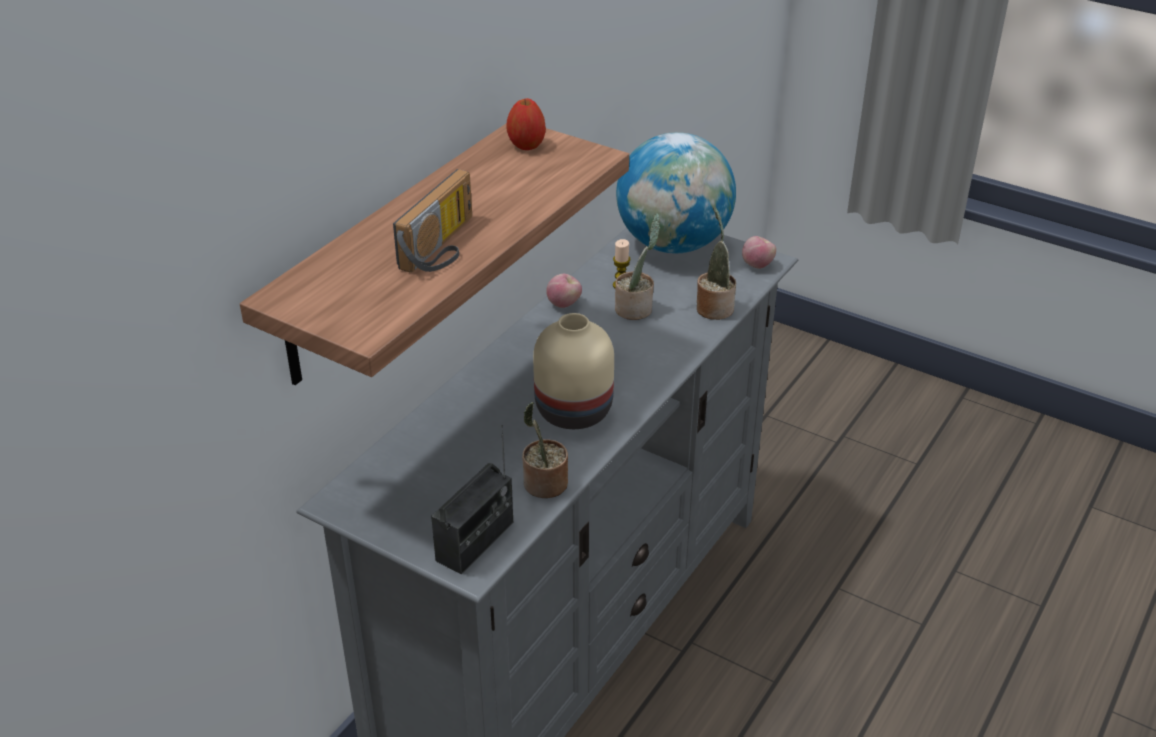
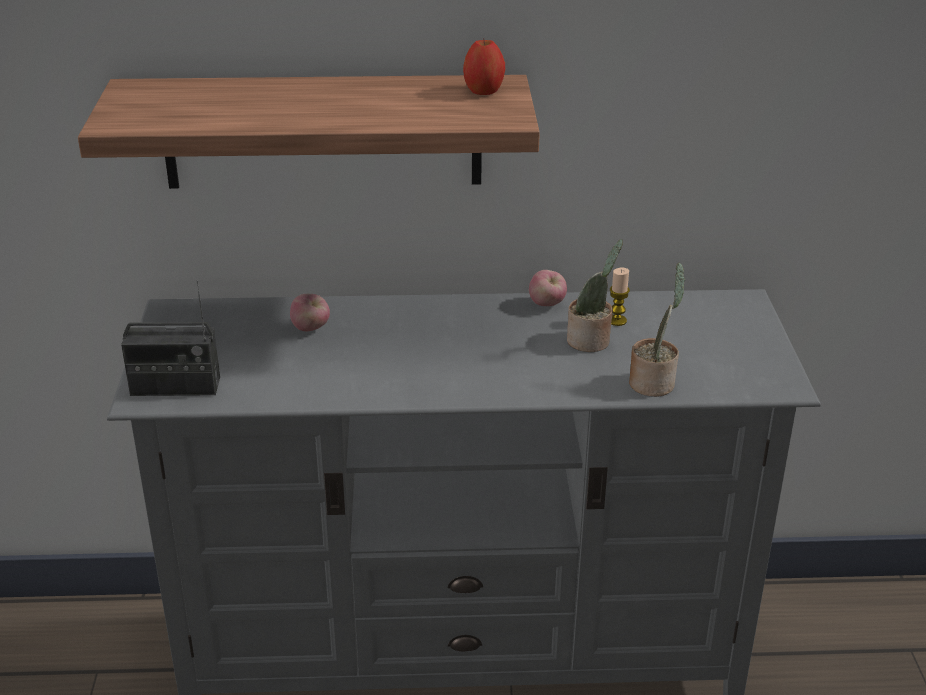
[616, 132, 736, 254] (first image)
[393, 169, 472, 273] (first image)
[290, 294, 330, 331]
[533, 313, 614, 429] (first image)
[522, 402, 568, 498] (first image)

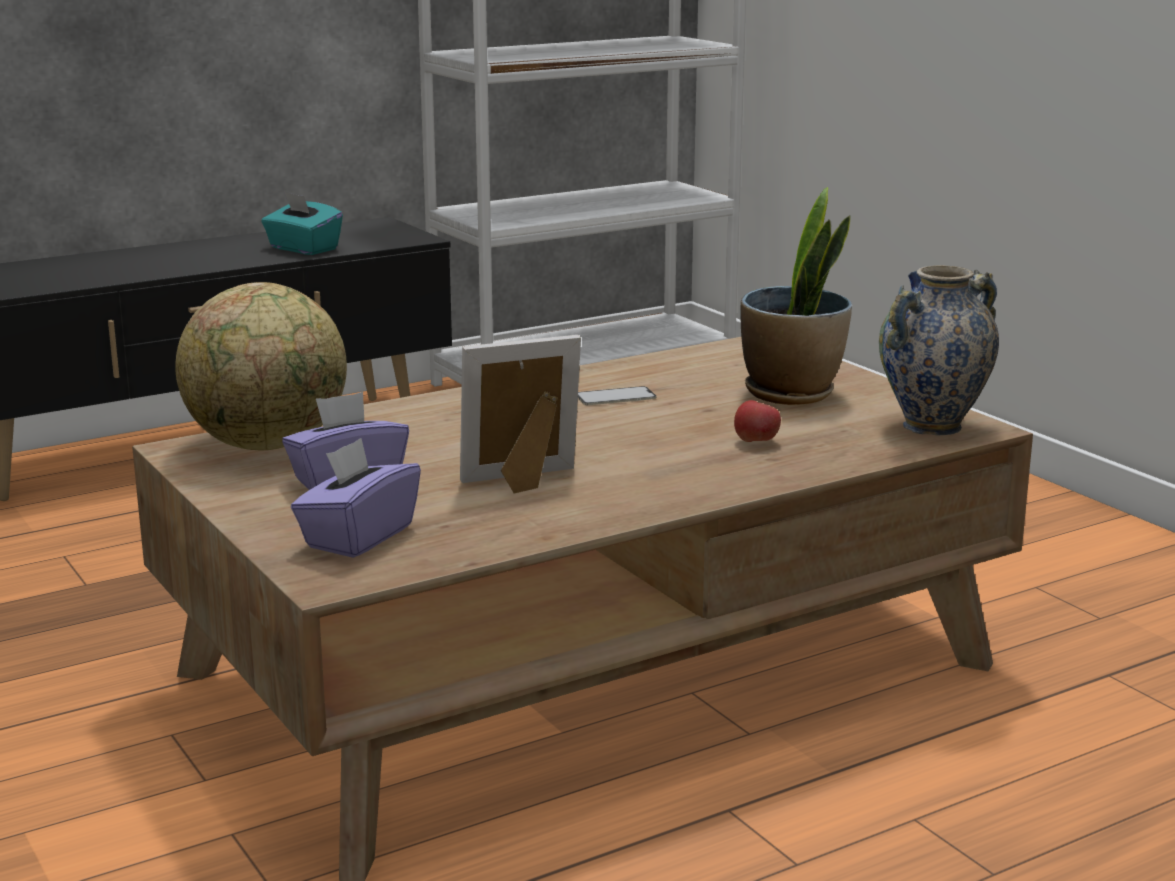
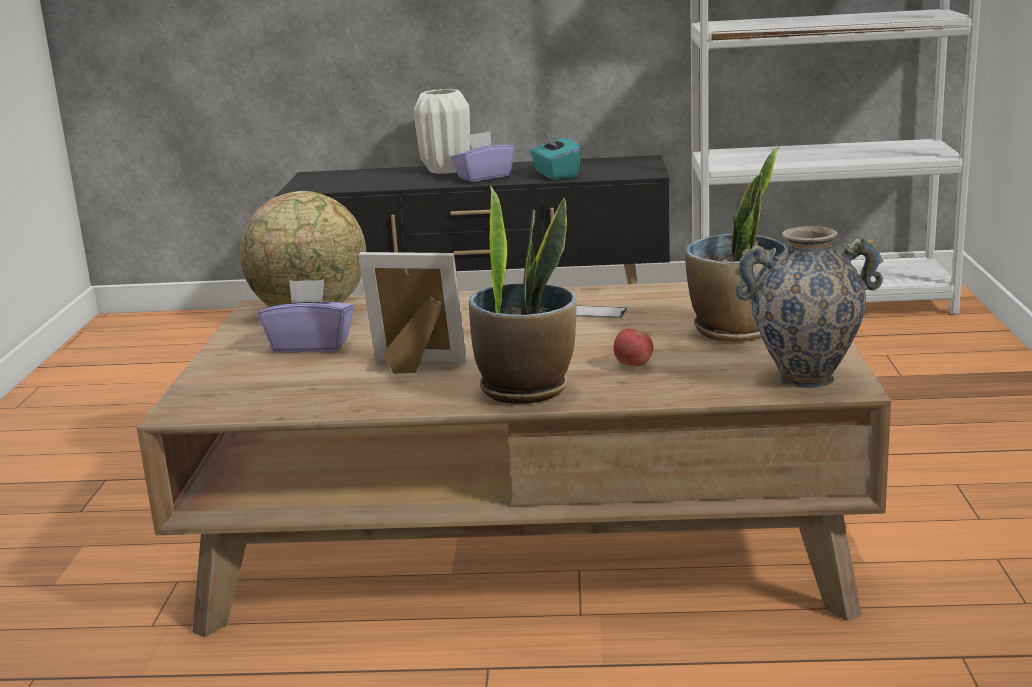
[451, 131, 515, 182]
[414, 89, 470, 174]
[469, 186, 577, 404]

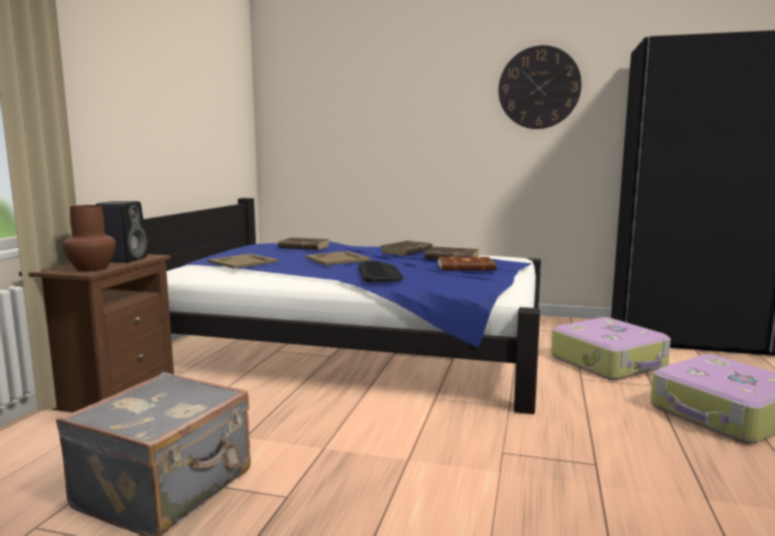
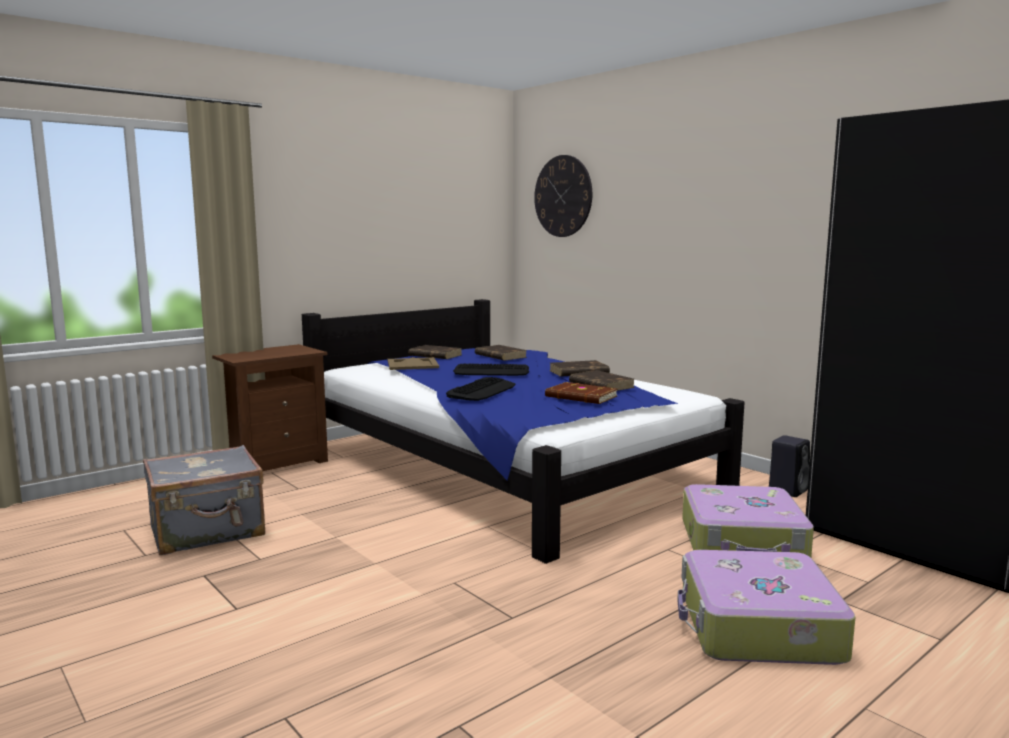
[534, 155, 592, 237]
[769, 435, 810, 497]
[63, 205, 116, 271] (first image)
[453, 364, 529, 376]
[408, 345, 462, 359]

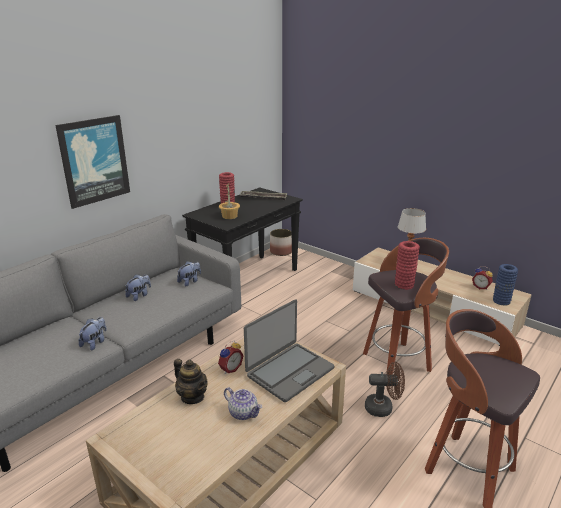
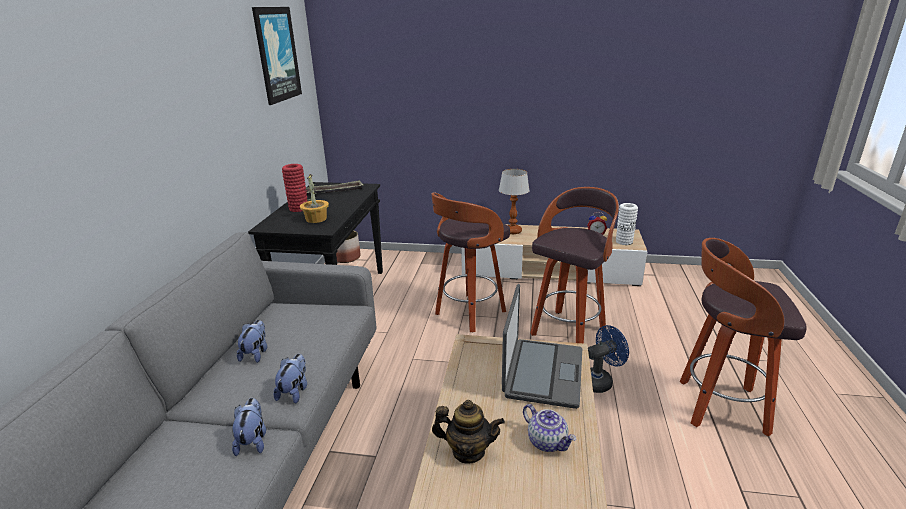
[252, 7, 302, 105]
[395, 241, 420, 290] (first image)
[274, 354, 307, 404]
[616, 203, 638, 245]
[218, 340, 243, 374] (first image)
[588, 325, 629, 393]
[523, 404, 576, 452]
[432, 192, 510, 332]

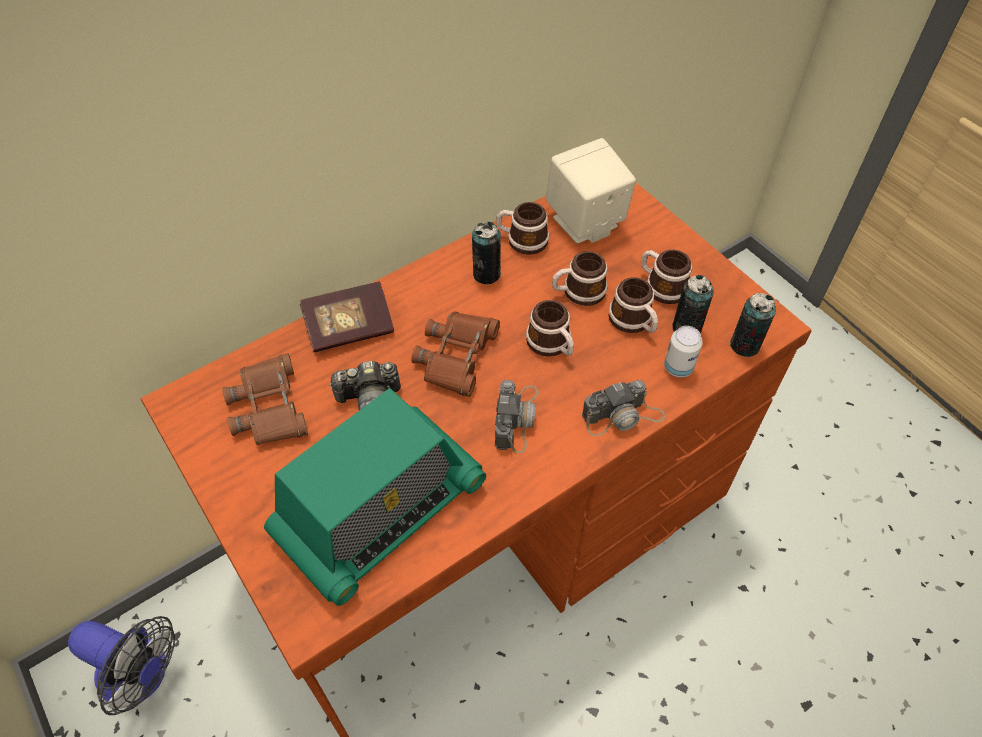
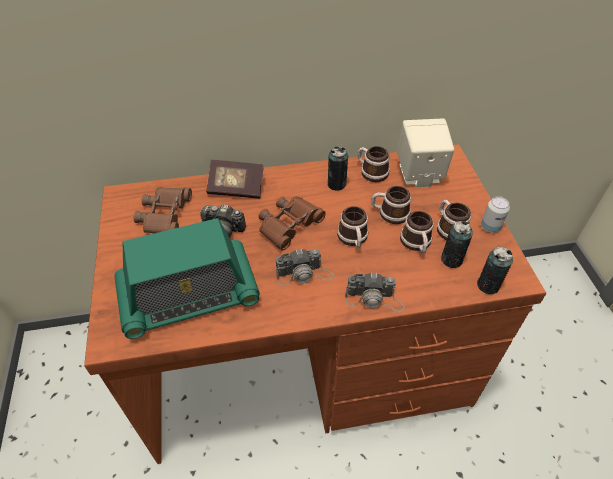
[481, 196, 510, 233]
[276, 249, 334, 285]
[68, 616, 175, 715] (first image)

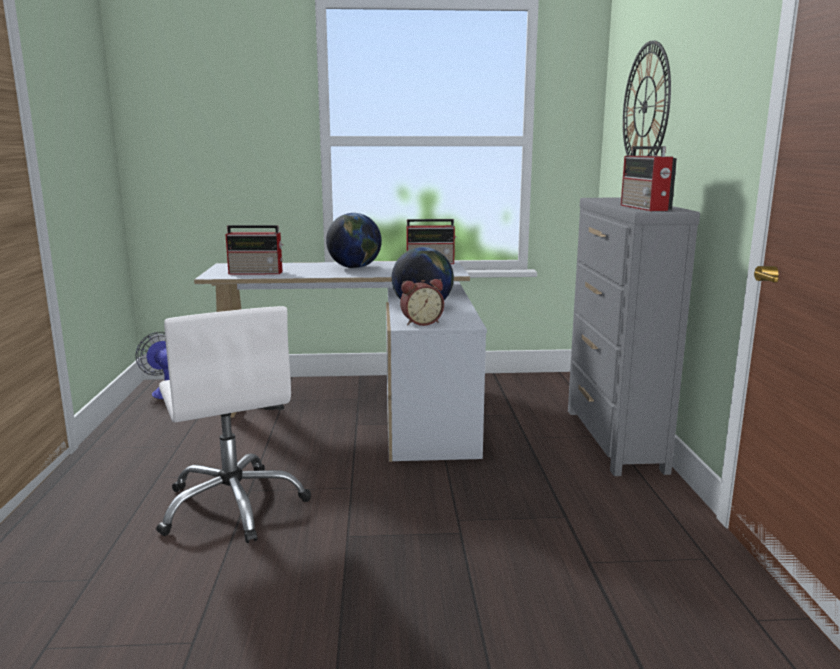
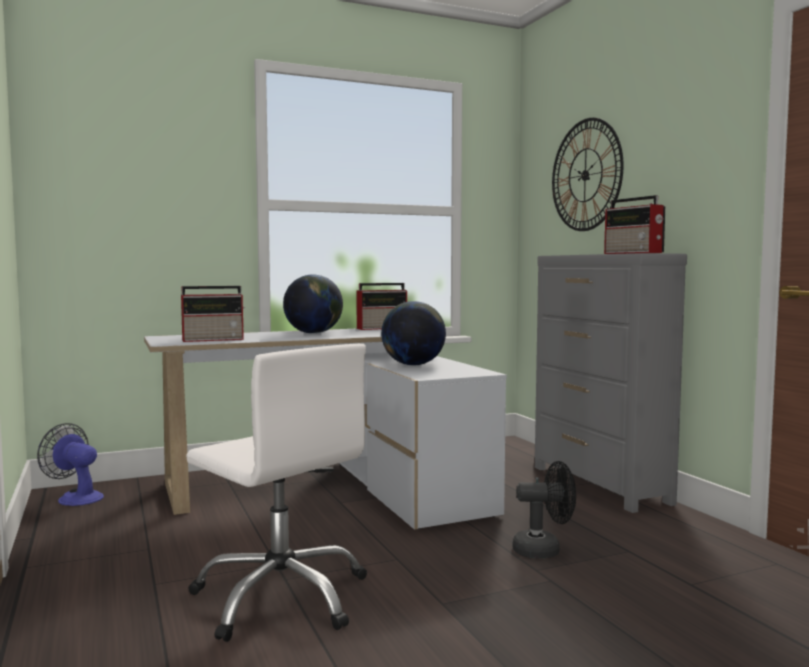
[400, 279, 444, 326] (first image)
[512, 461, 576, 558]

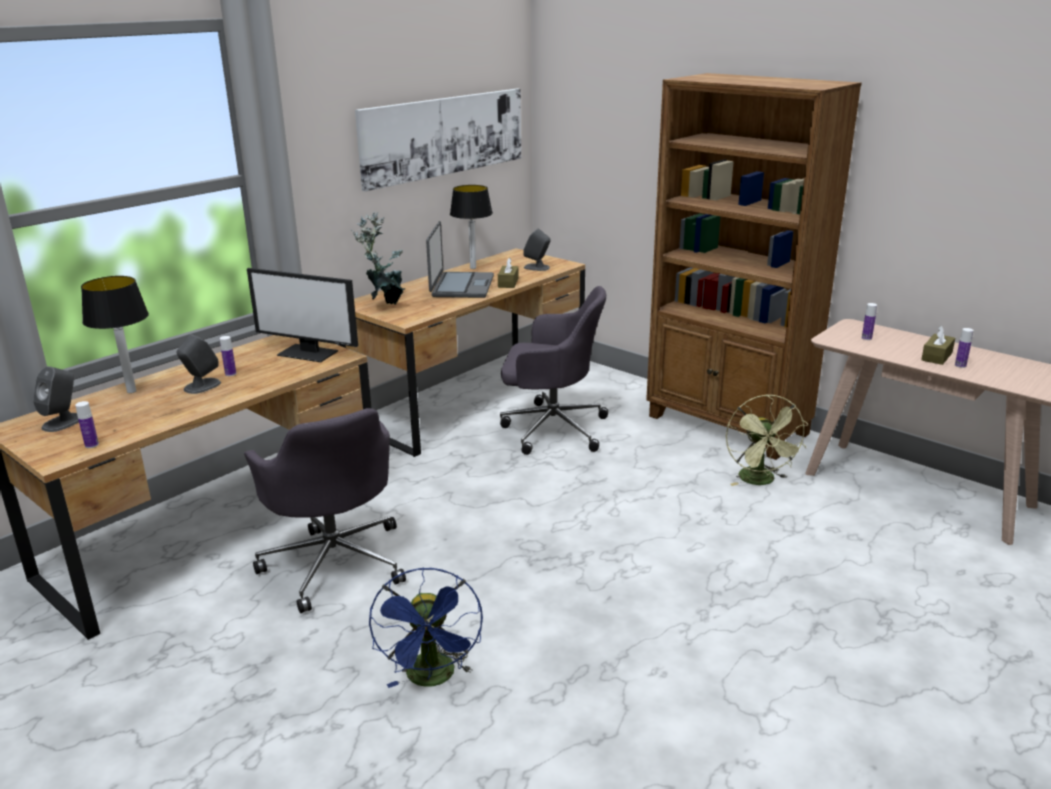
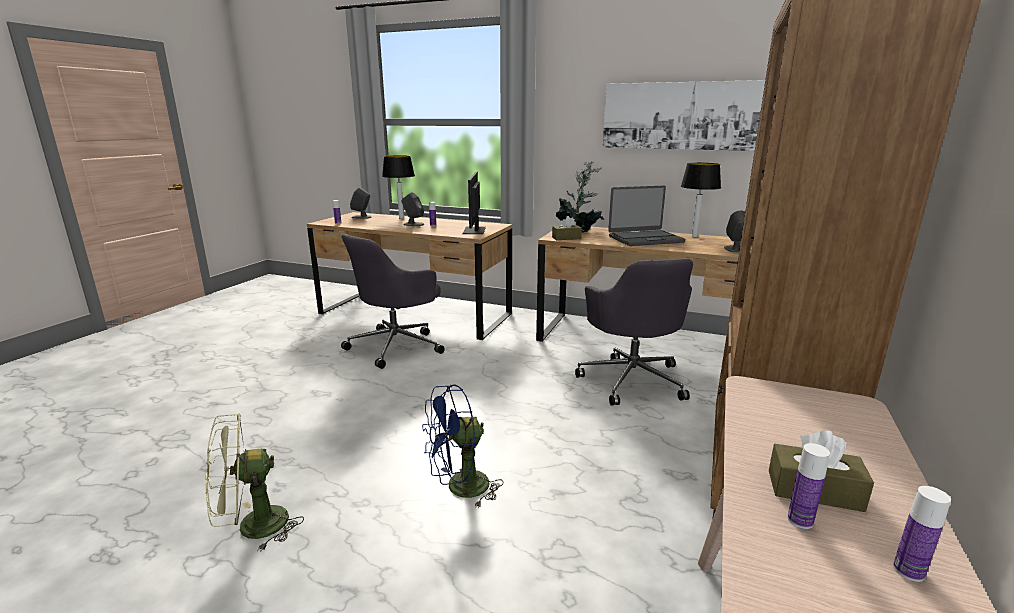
[552, 216, 582, 240]
[893, 486, 951, 582]
[206, 413, 304, 552]
[422, 385, 504, 509]

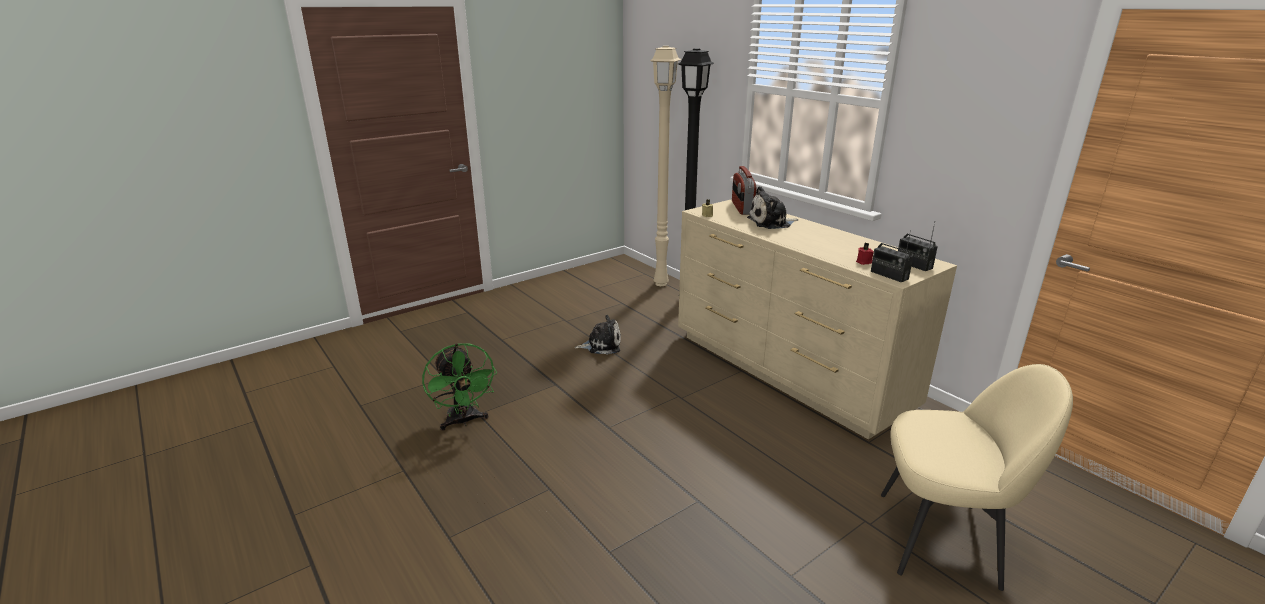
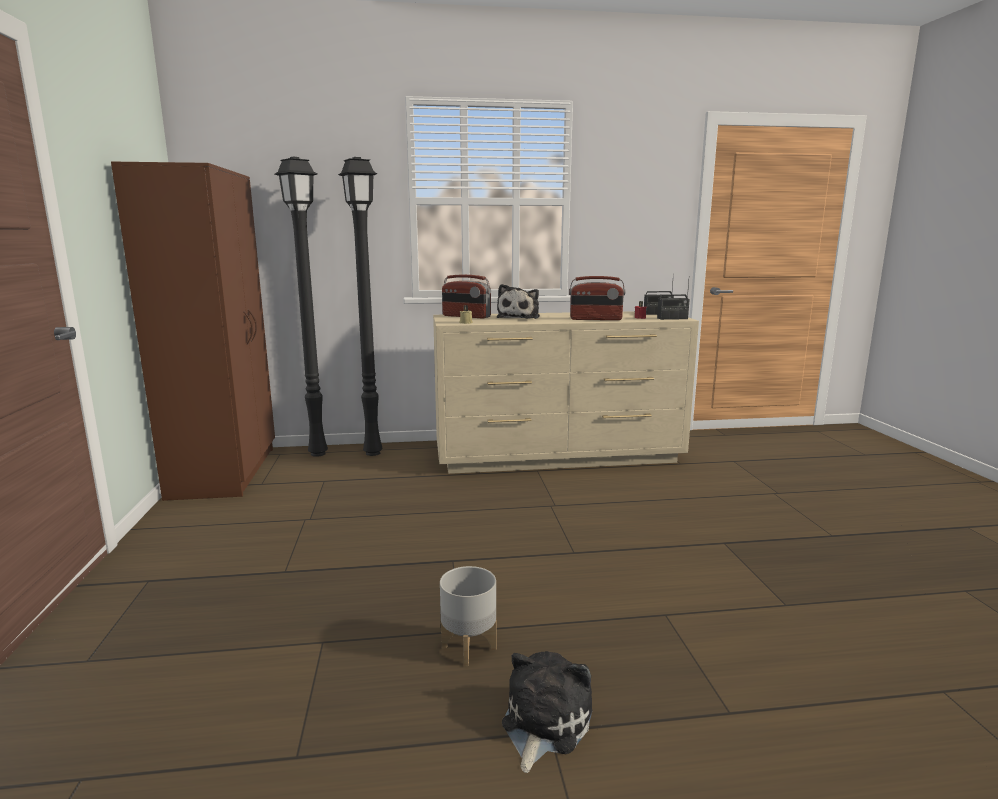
[275, 157, 328, 457]
[502, 651, 592, 773]
[440, 566, 496, 666]
[881, 364, 1073, 591] (first image)
[111, 162, 275, 501]
[569, 276, 625, 320]

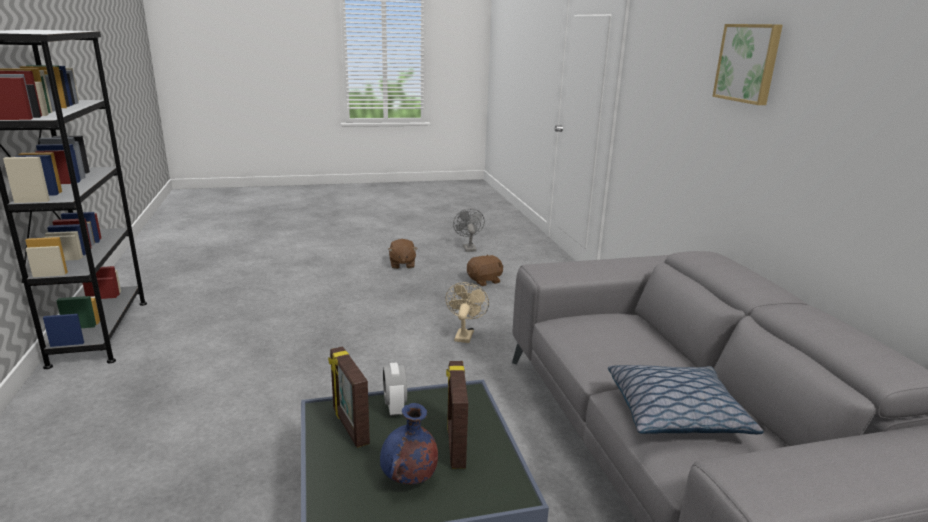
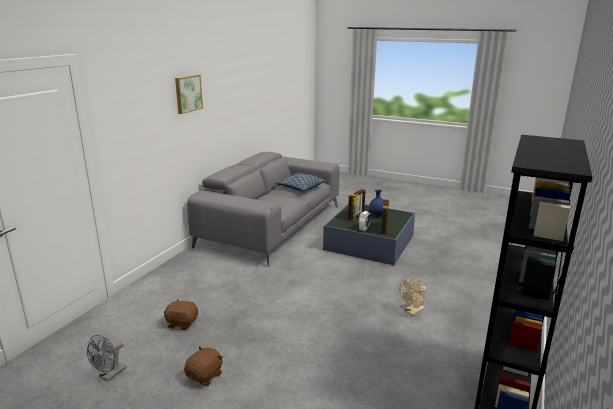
[399, 276, 426, 316]

